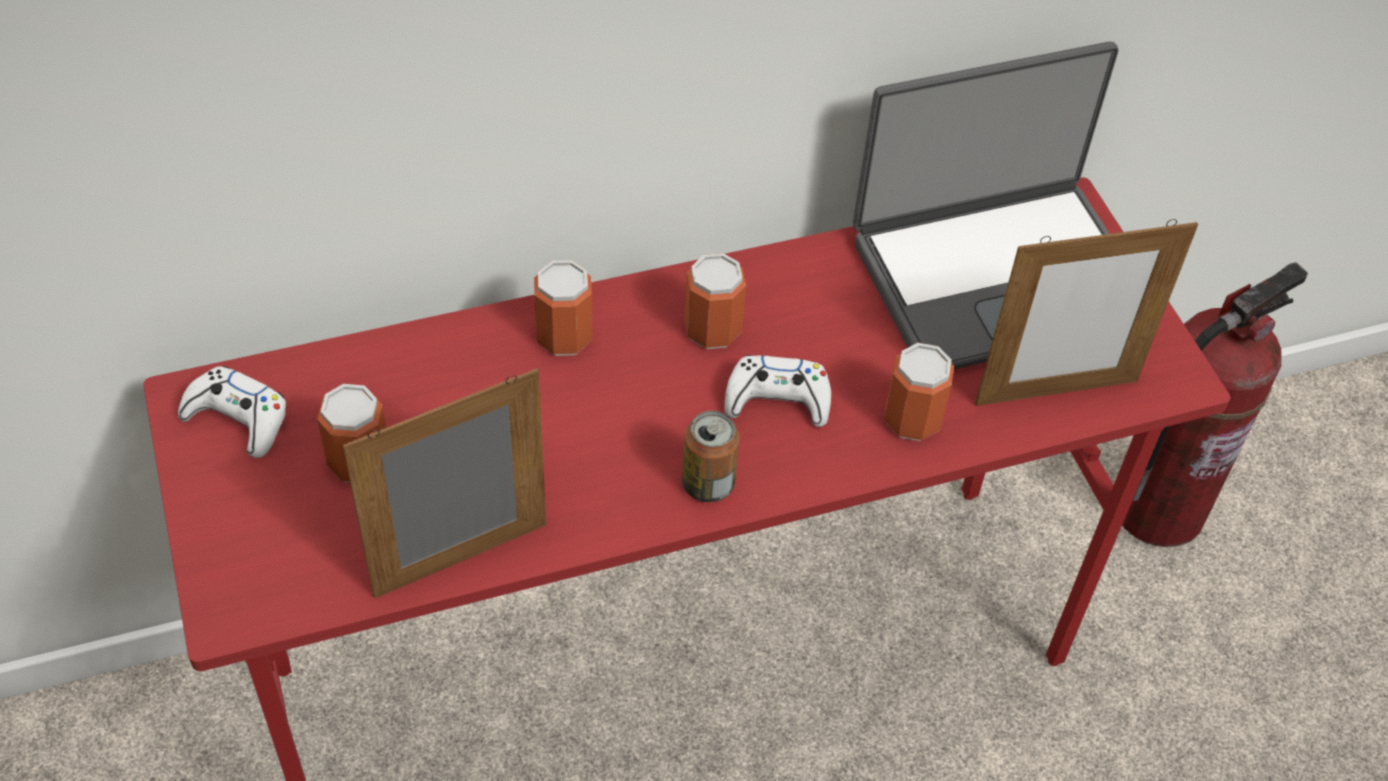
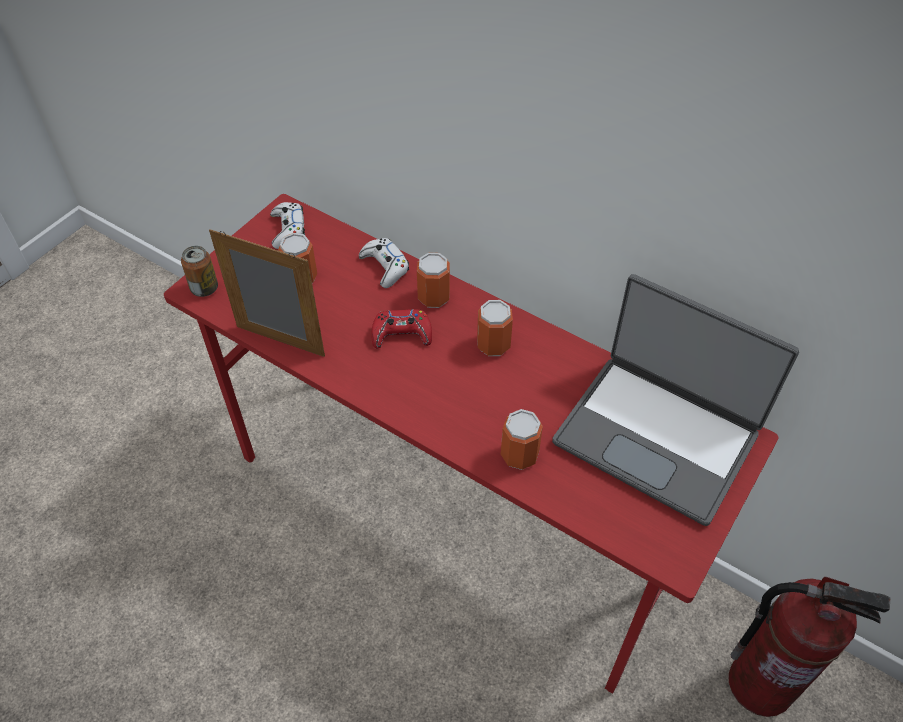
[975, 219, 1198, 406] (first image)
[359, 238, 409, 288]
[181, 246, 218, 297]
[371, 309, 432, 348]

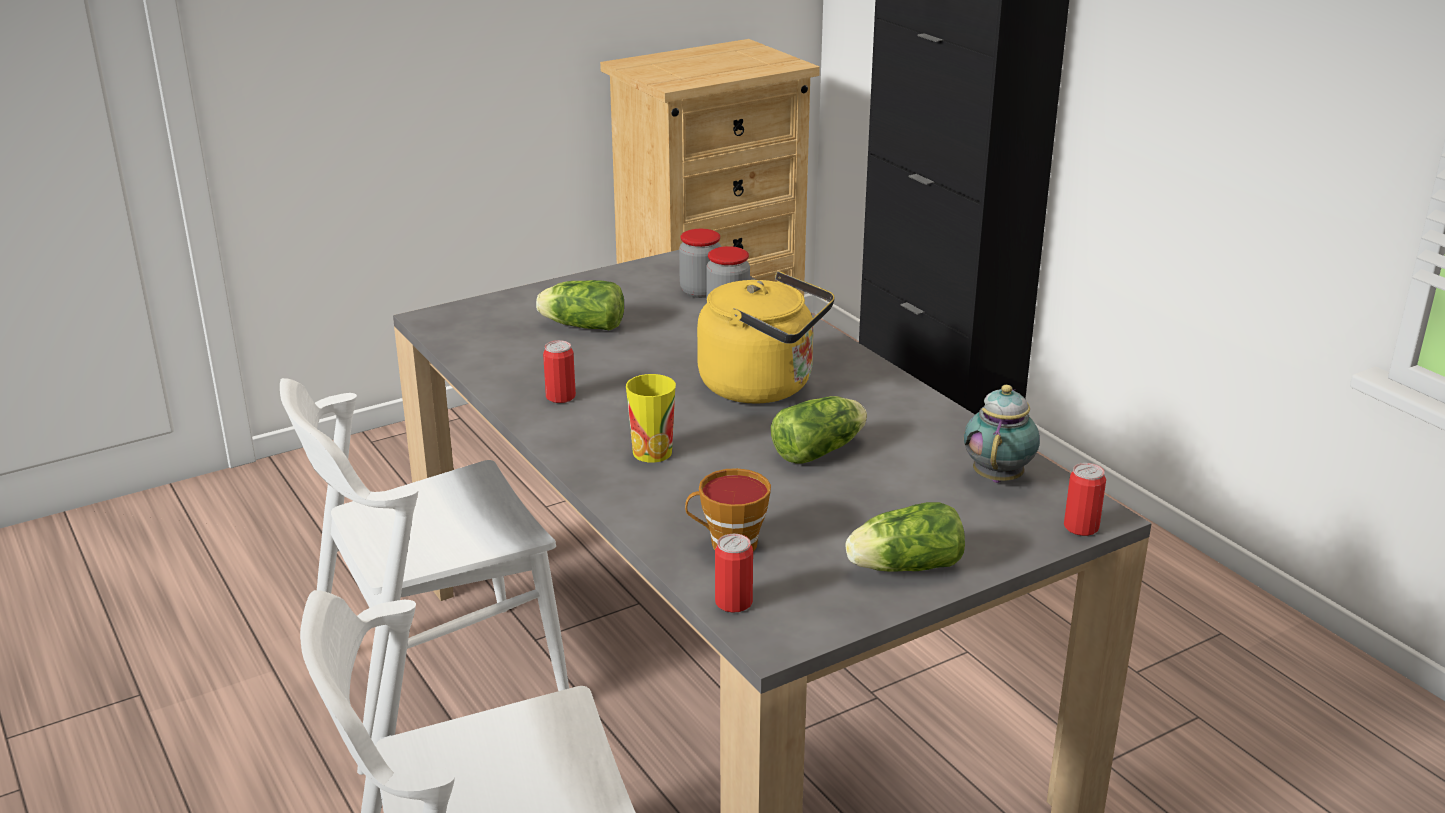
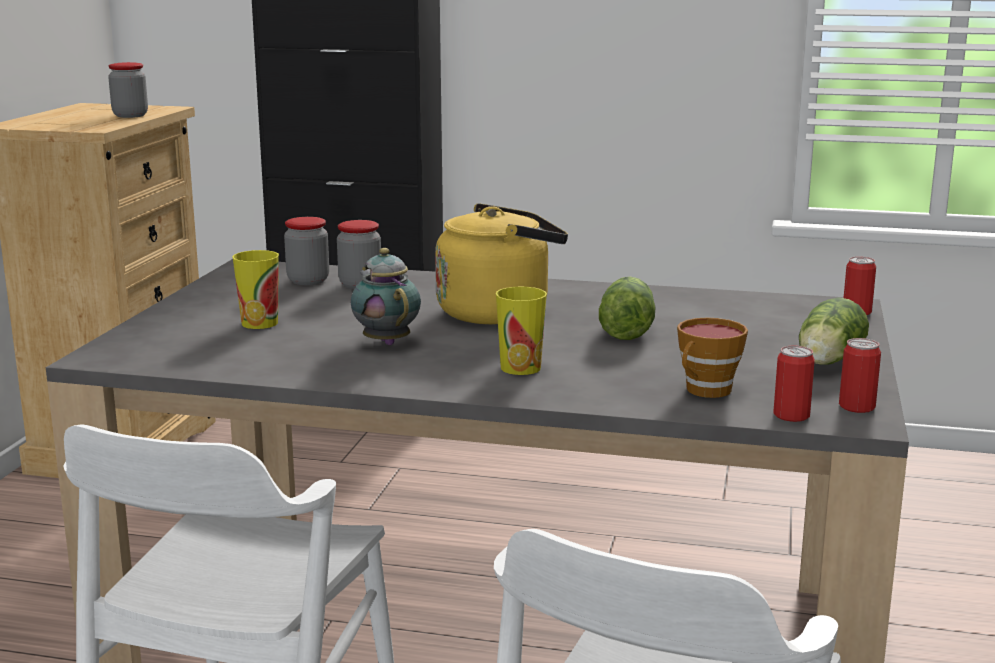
[232, 250, 279, 329]
[839, 338, 881, 413]
[351, 248, 421, 345]
[108, 62, 148, 118]

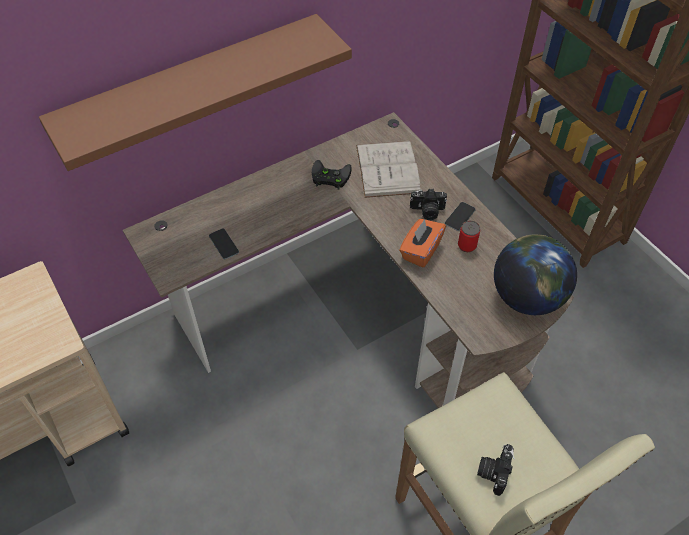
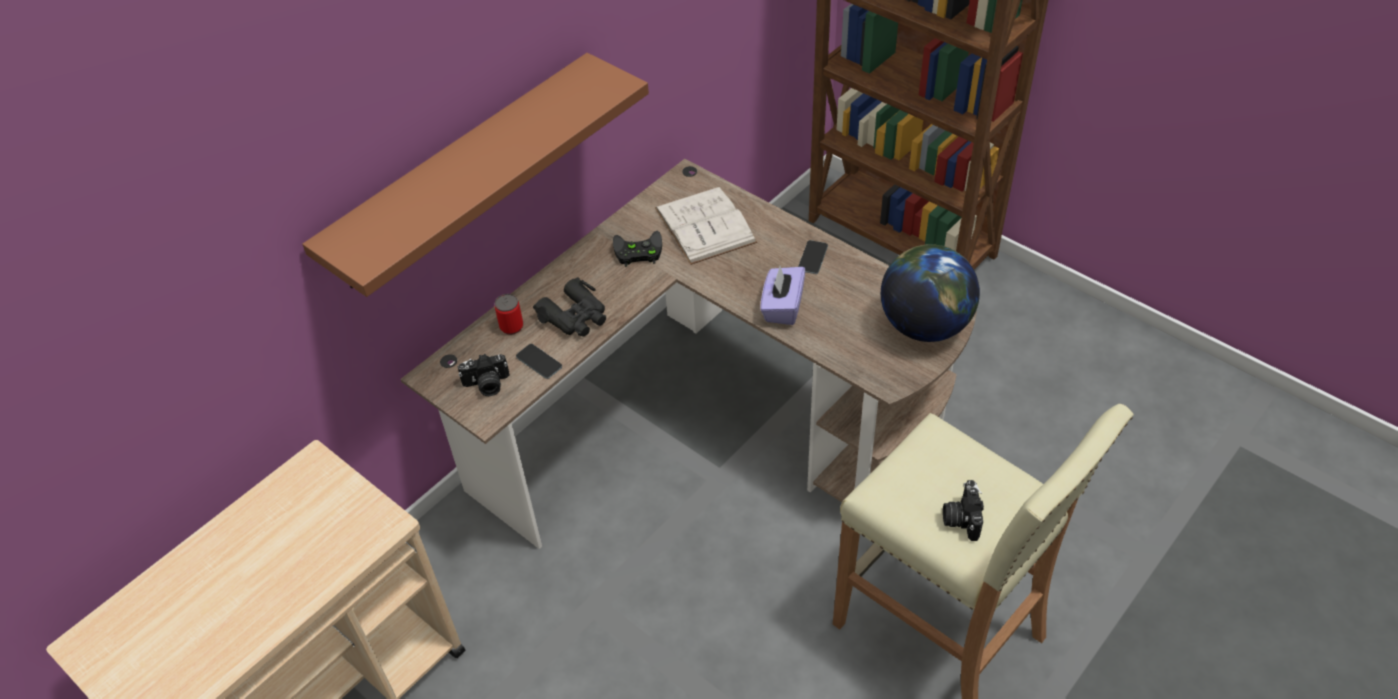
[458, 354, 509, 396]
[760, 266, 805, 325]
[495, 294, 523, 335]
[533, 278, 606, 337]

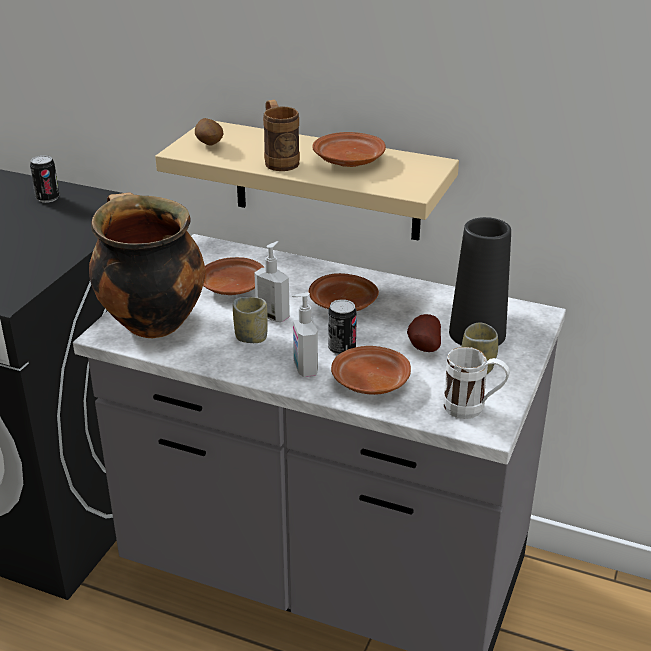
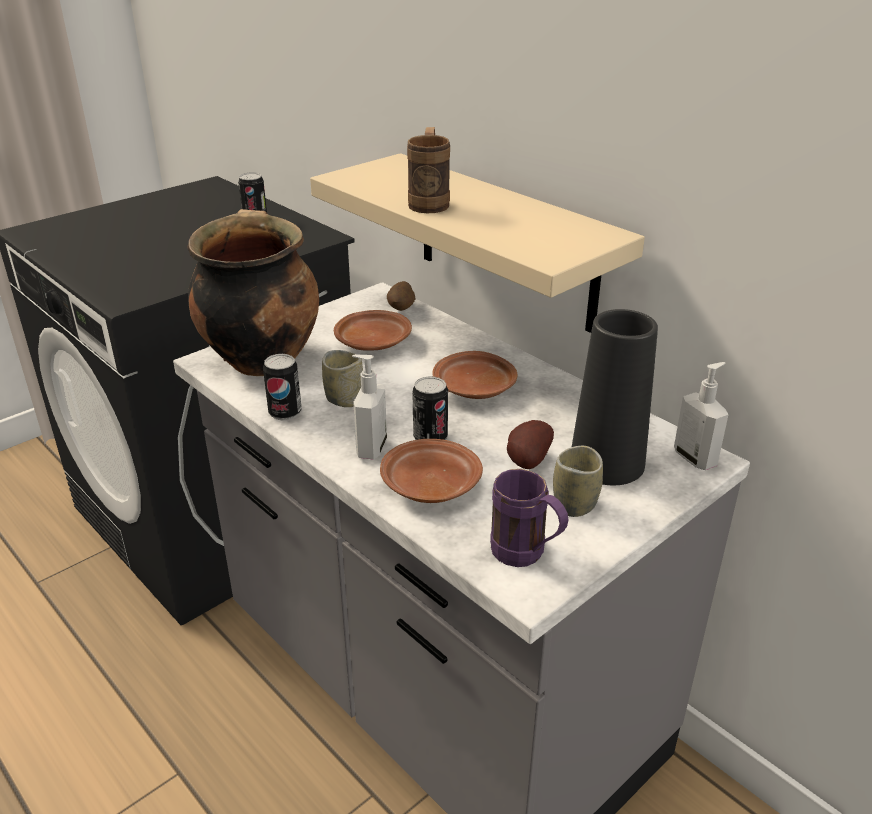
[387, 281, 416, 311]
[312, 132, 386, 167] (first image)
[674, 362, 728, 470]
[490, 469, 568, 567]
[263, 354, 302, 420]

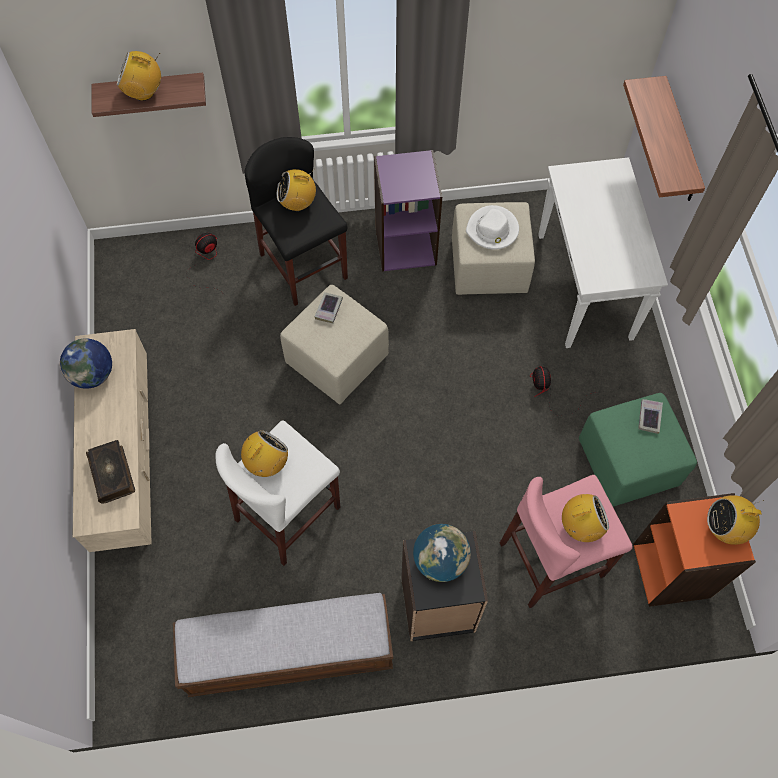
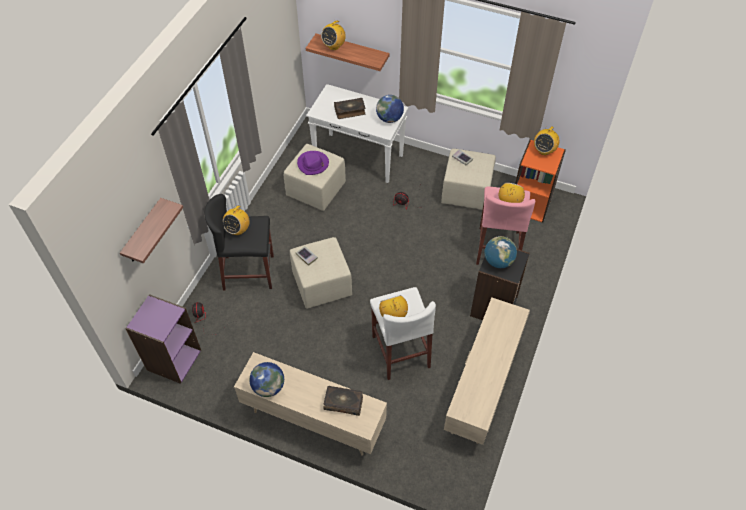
[321, 20, 346, 50]
[125, 294, 201, 384]
[297, 151, 329, 175]
[441, 149, 496, 210]
[444, 297, 530, 445]
[376, 95, 404, 123]
[334, 98, 365, 119]

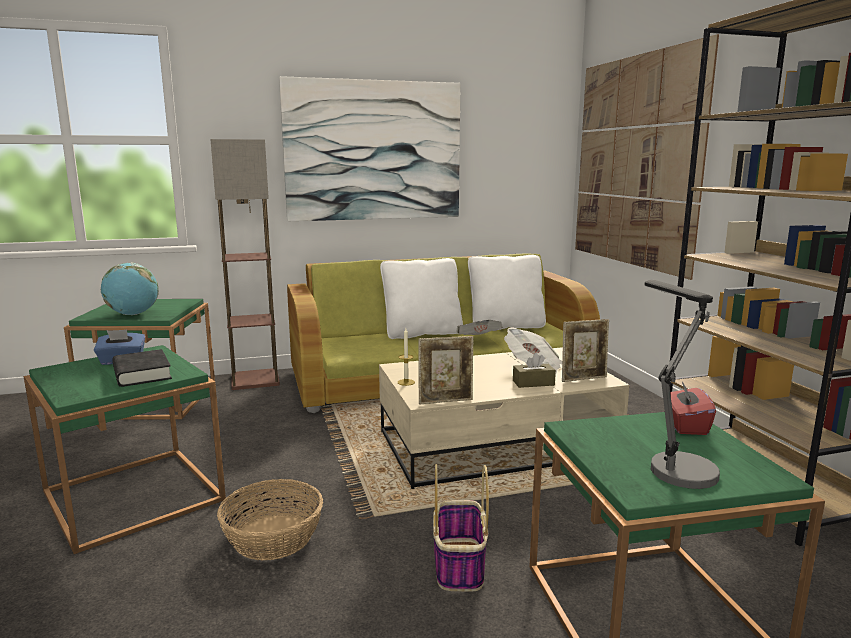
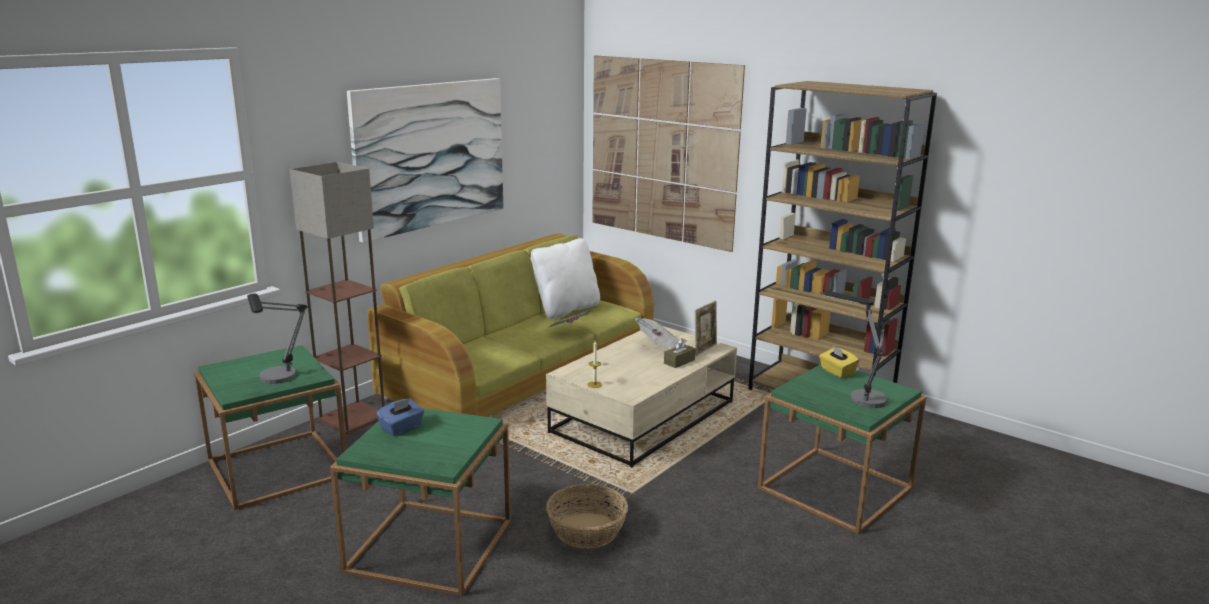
[380, 258, 463, 339] (first image)
[247, 293, 308, 384]
[418, 336, 474, 405] (first image)
[112, 349, 172, 387] (first image)
[819, 346, 859, 378]
[433, 464, 489, 591] (first image)

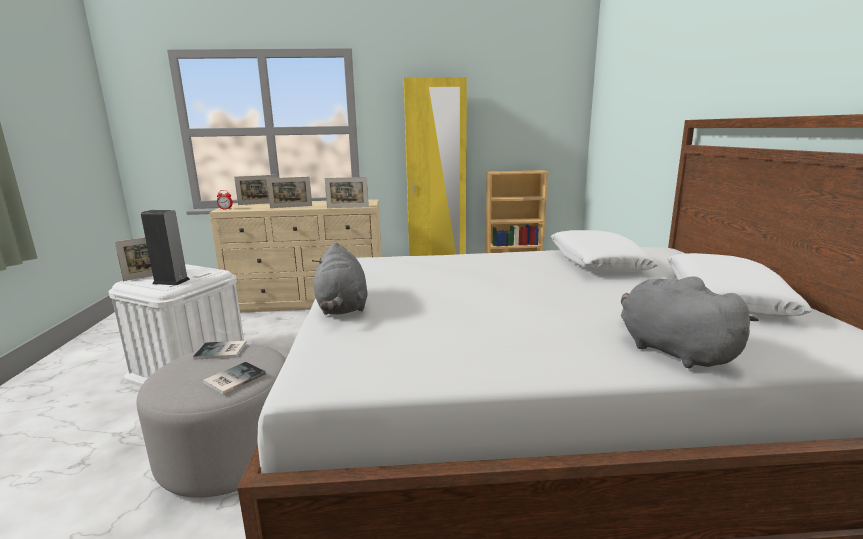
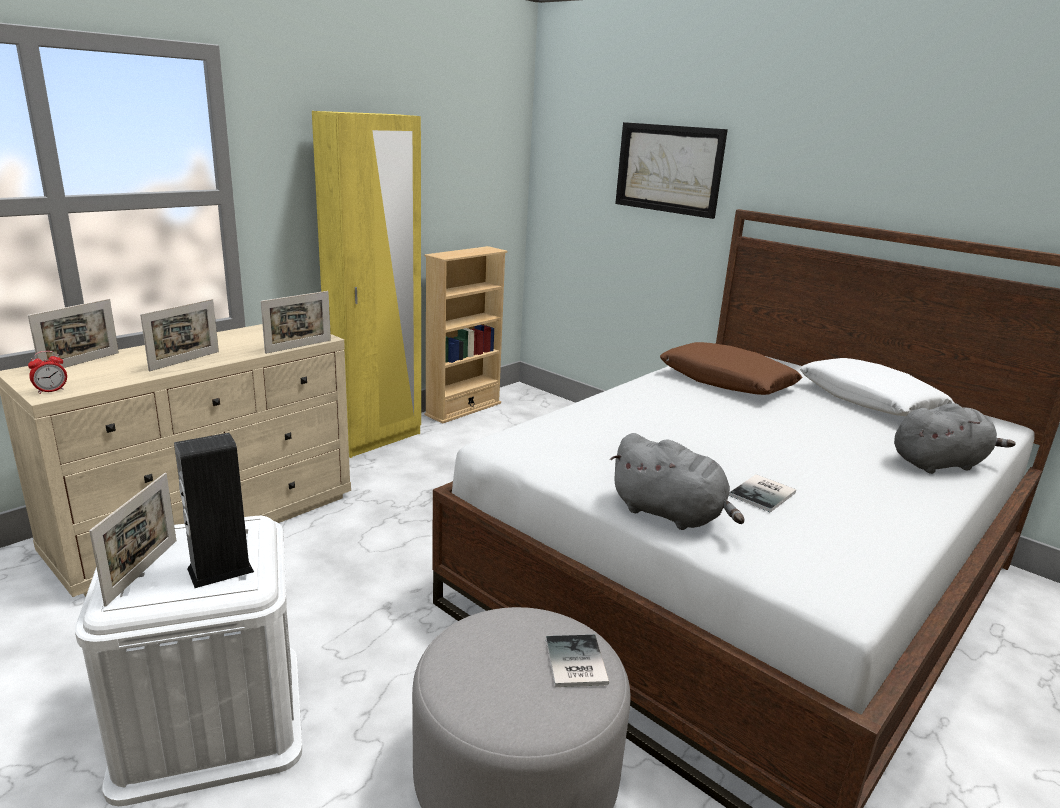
[660, 342, 803, 395]
[894, 403, 1016, 474]
[729, 474, 796, 512]
[615, 122, 728, 219]

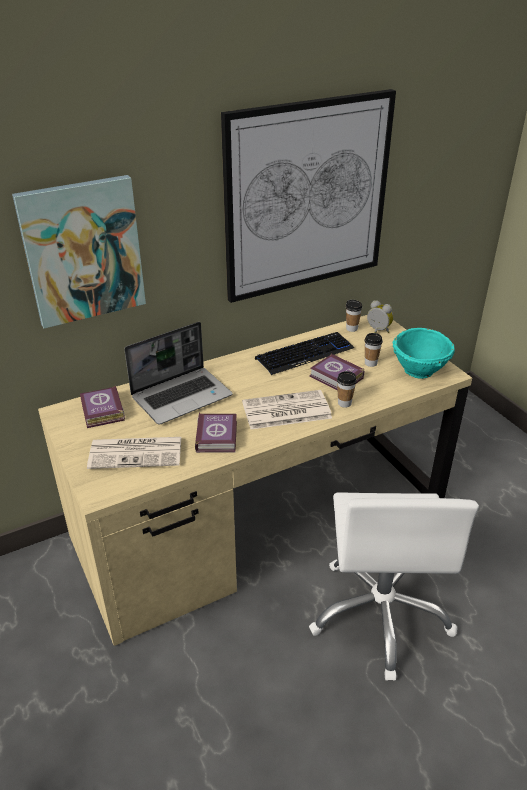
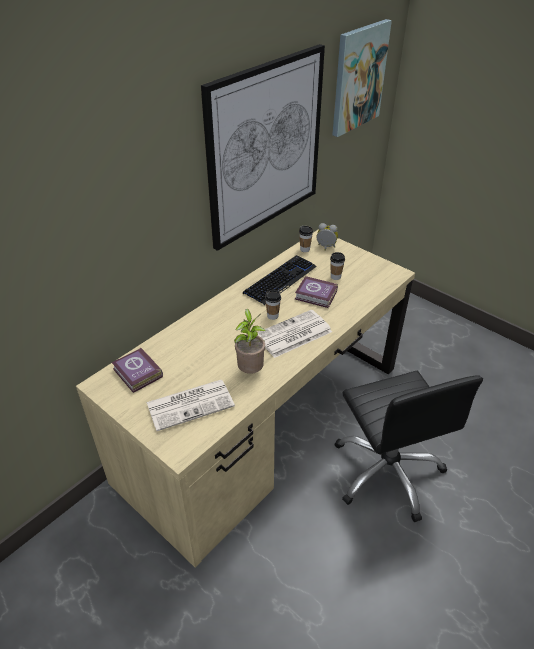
[332, 19, 392, 137]
[124, 322, 233, 424] (first image)
[393, 328, 455, 379] (first image)
[265, 290, 281, 320]
[234, 309, 266, 374]
[335, 371, 483, 522]

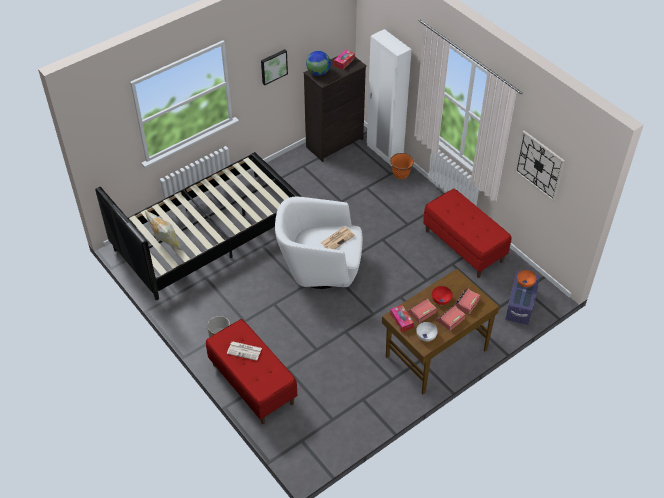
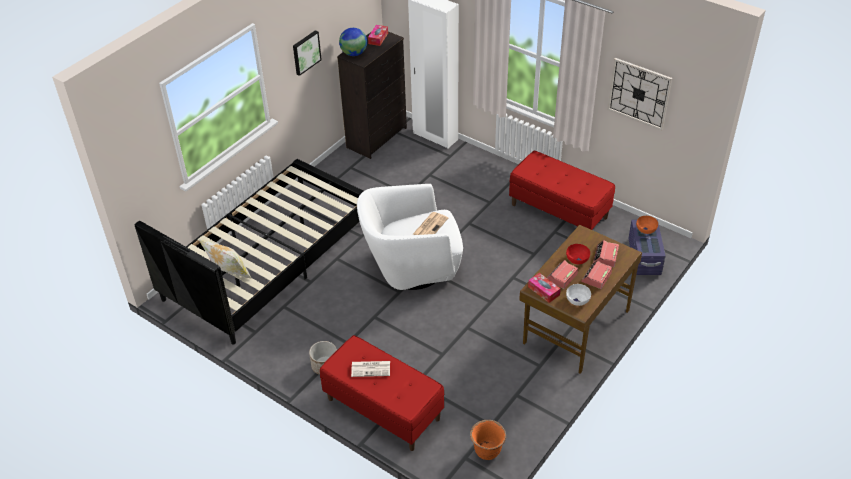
[470, 420, 506, 460]

